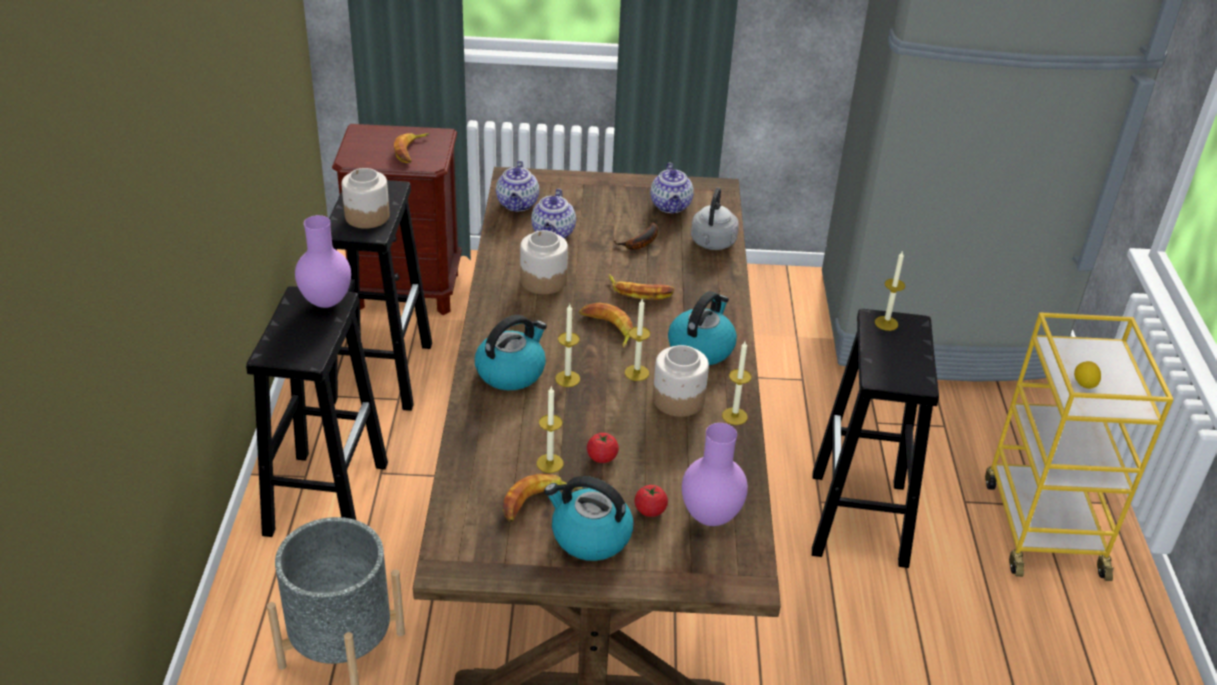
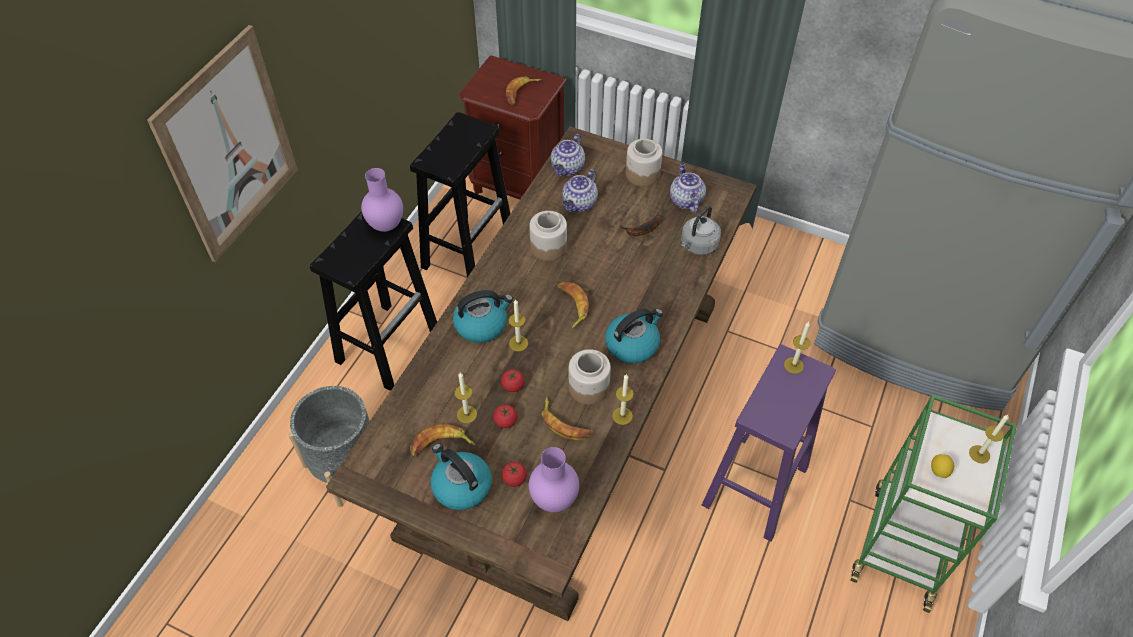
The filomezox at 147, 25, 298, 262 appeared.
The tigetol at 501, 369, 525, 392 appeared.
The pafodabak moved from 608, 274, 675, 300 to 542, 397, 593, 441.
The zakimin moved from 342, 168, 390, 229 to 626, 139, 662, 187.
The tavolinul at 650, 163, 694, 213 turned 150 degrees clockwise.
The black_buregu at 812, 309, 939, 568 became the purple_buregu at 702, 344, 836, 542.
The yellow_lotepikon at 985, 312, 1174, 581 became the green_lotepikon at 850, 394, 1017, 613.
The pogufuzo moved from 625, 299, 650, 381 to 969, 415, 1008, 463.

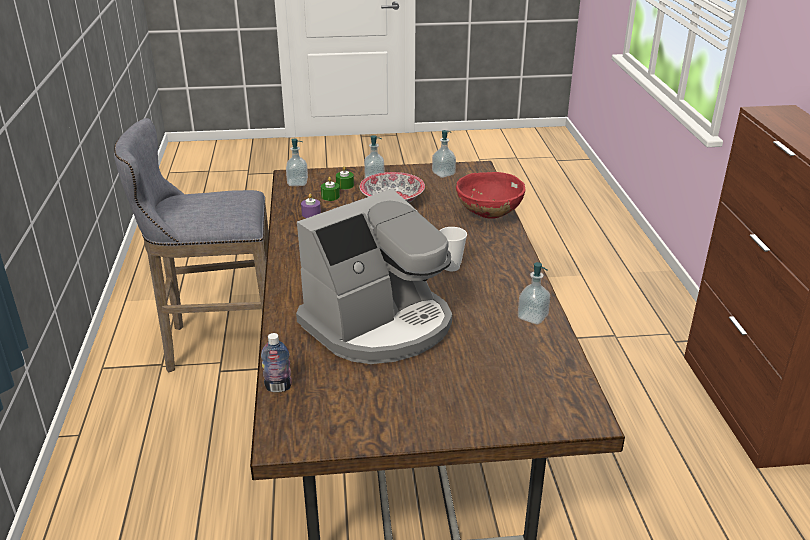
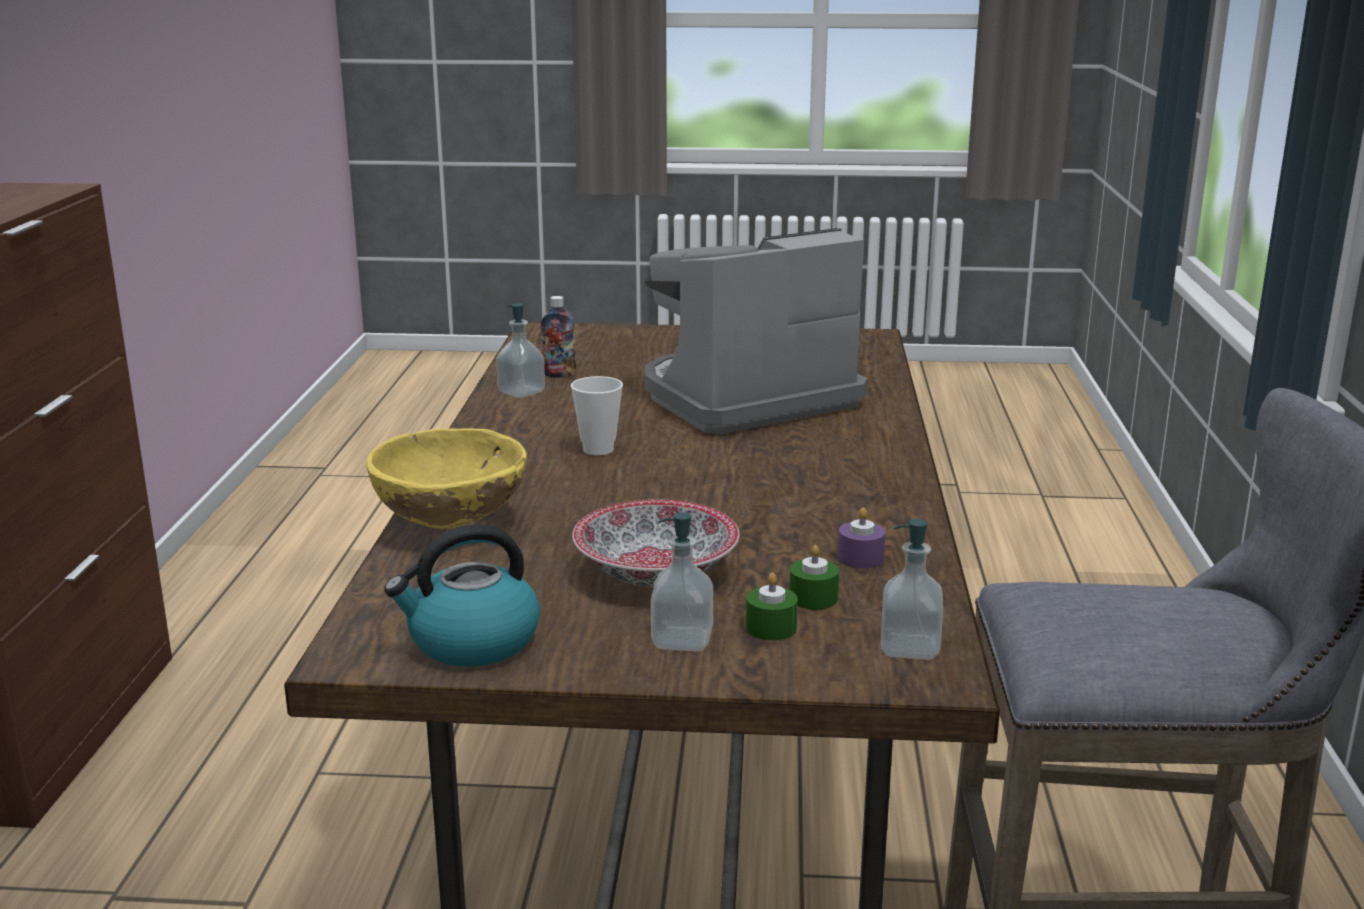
The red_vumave at 456, 172, 526, 219 became the yellow_vumave at 366, 428, 527, 529.
The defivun at 432, 130, 456, 178 was replaced by the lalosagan at 384, 524, 540, 666.
The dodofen moved from 261, 333, 292, 392 to 540, 296, 576, 378.

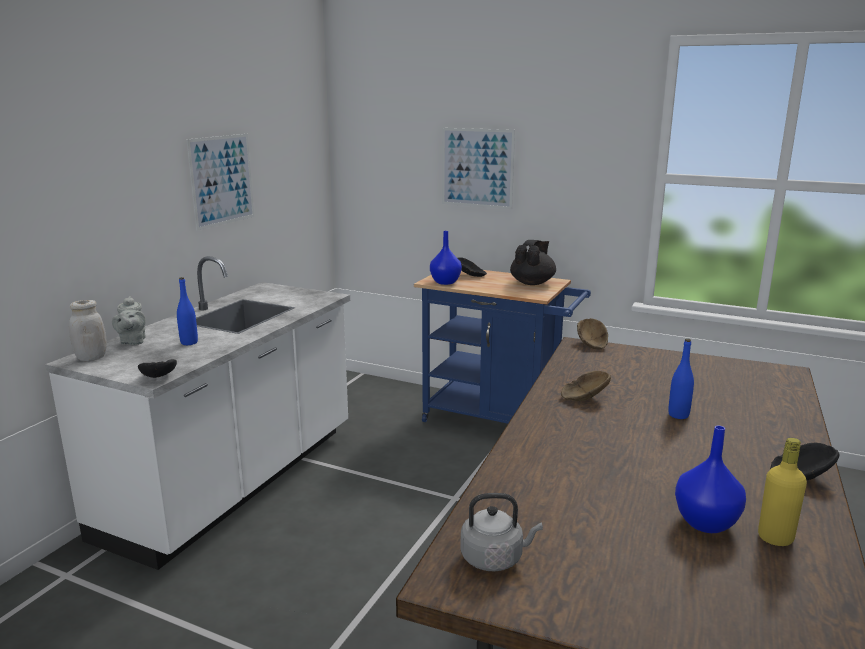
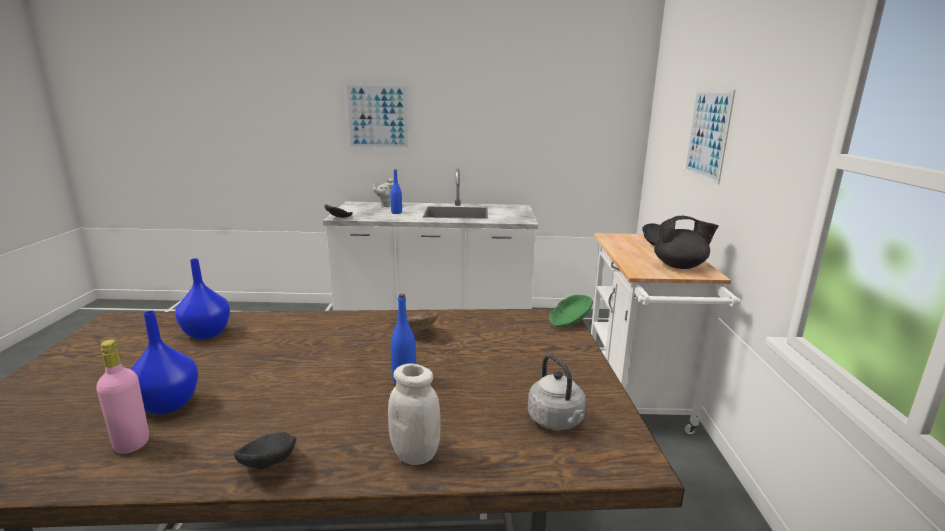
The yellow_dodofen at 758, 438, 807, 546 became the pink_dodofen at 96, 339, 149, 454.
The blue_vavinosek moved from 430, 231, 462, 285 to 175, 258, 230, 339.
The filomezox moved from 186, 134, 254, 231 to 345, 83, 410, 149.
The white_zakimin moved from 69, 300, 107, 361 to 388, 363, 440, 465.
The grey_lalosagan moved from 460, 493, 543, 572 to 528, 354, 586, 430.
The brown_vumave at 577, 318, 608, 349 became the green_vumave at 549, 295, 593, 327.
The blue_lotepikon at 414, 270, 591, 424 became the white_lotepikon at 591, 233, 740, 434.

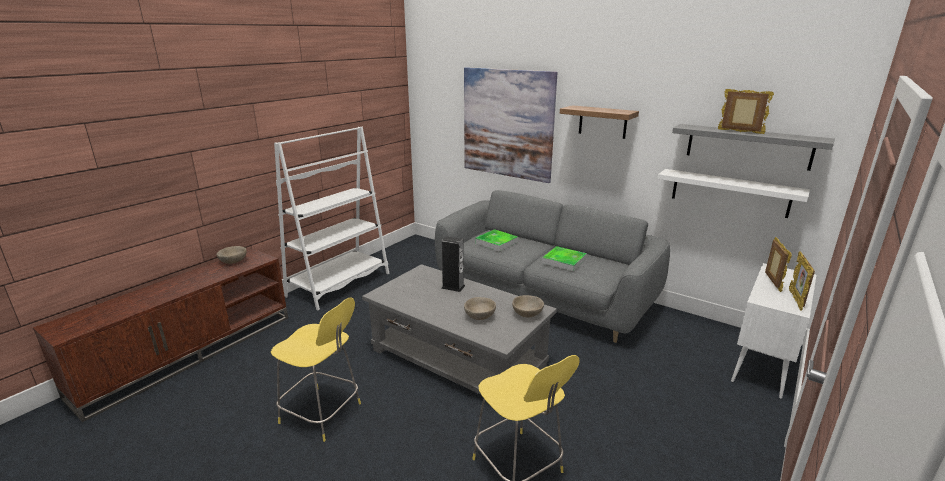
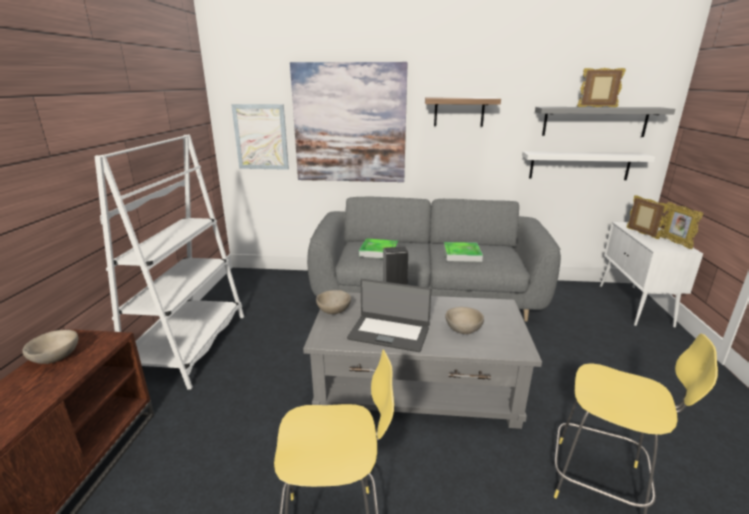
The filomezox at 231, 104, 289, 170 appeared.
The beige_vumave moved from 512, 295, 544, 317 to 316, 290, 351, 314.
The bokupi at 347, 279, 431, 352 appeared.

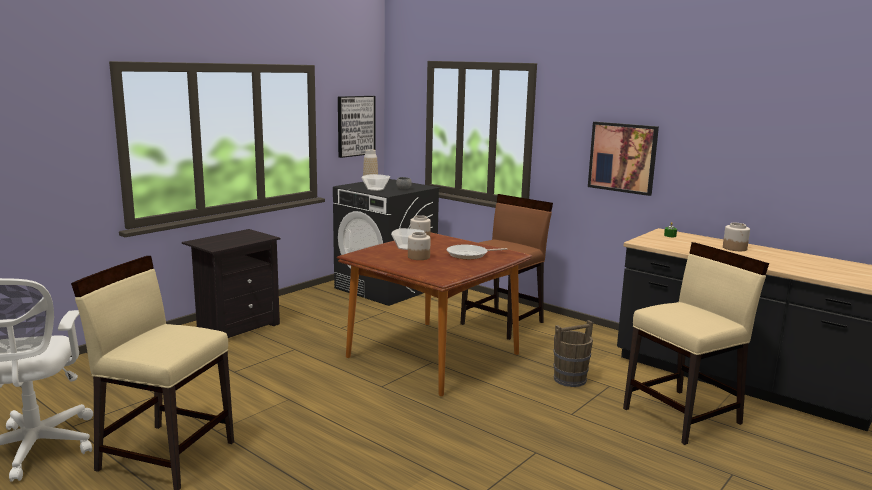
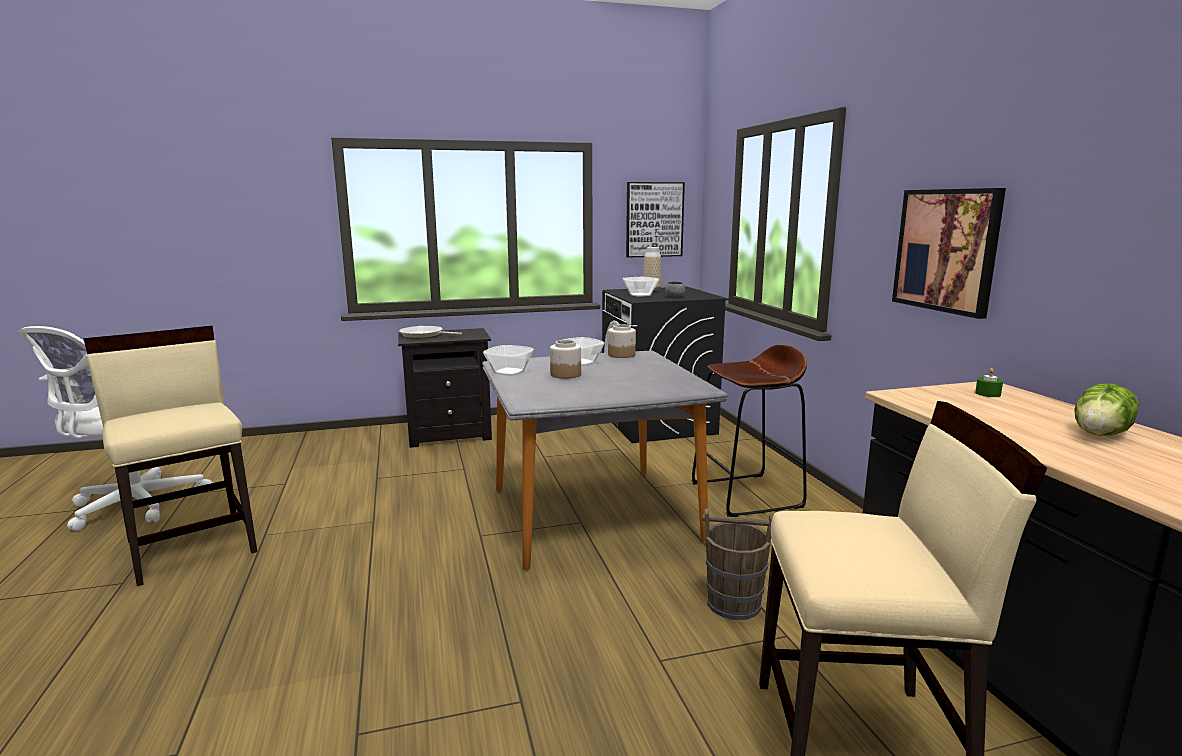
The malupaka moved from 447, 245, 507, 259 to 399, 326, 462, 338.
The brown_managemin at 337, 232, 532, 396 became the grey_managemin at 482, 350, 728, 570.
The vumave at 483, 345, 534, 376 appeared.
The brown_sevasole at 461, 194, 553, 340 was replaced by the brown_buregu at 691, 345, 807, 517.
The zakimin at 723, 223, 750, 251 was replaced by the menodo at 1074, 383, 1139, 436.

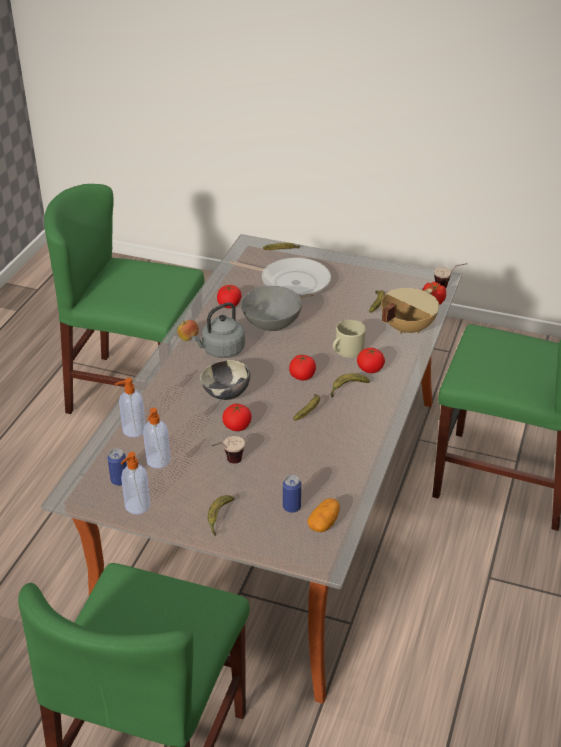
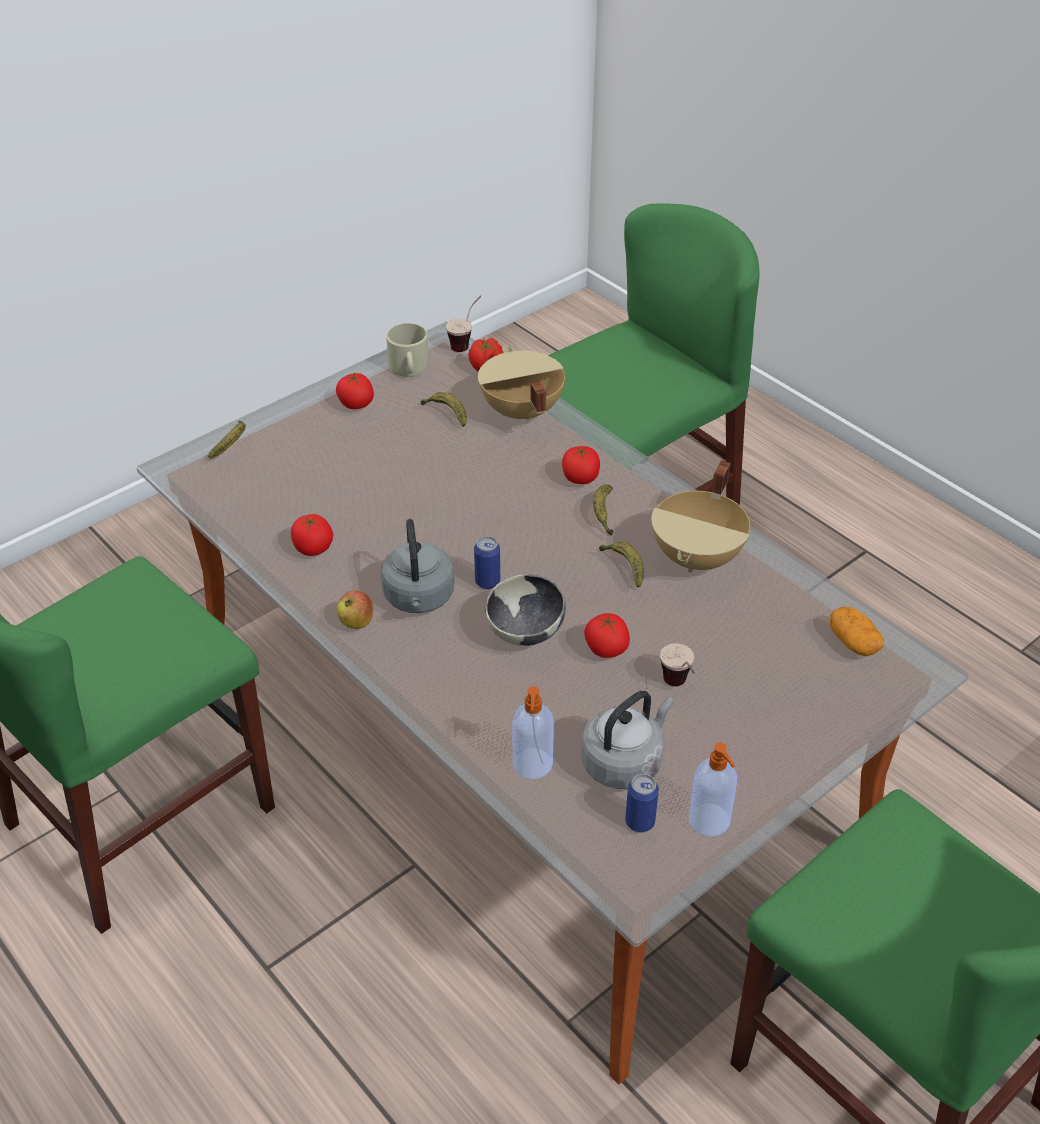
The tigetol moved from 289, 354, 316, 380 to 336, 373, 374, 409.
The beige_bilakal moved from 333, 320, 366, 358 to 386, 323, 429, 377.
The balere moved from 283, 475, 301, 513 to 474, 536, 500, 589.
The defivun at 143, 408, 170, 468 was replaced by the grey_lalosagan at 581, 691, 674, 789.
The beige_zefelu at 652, 460, 750, 573 appeared.
The pafodabak at 208, 495, 235, 536 disappeared.
The malupaka at 229, 257, 331, 298 disappeared.
The grey_vumave at 241, 286, 302, 331 disappeared.

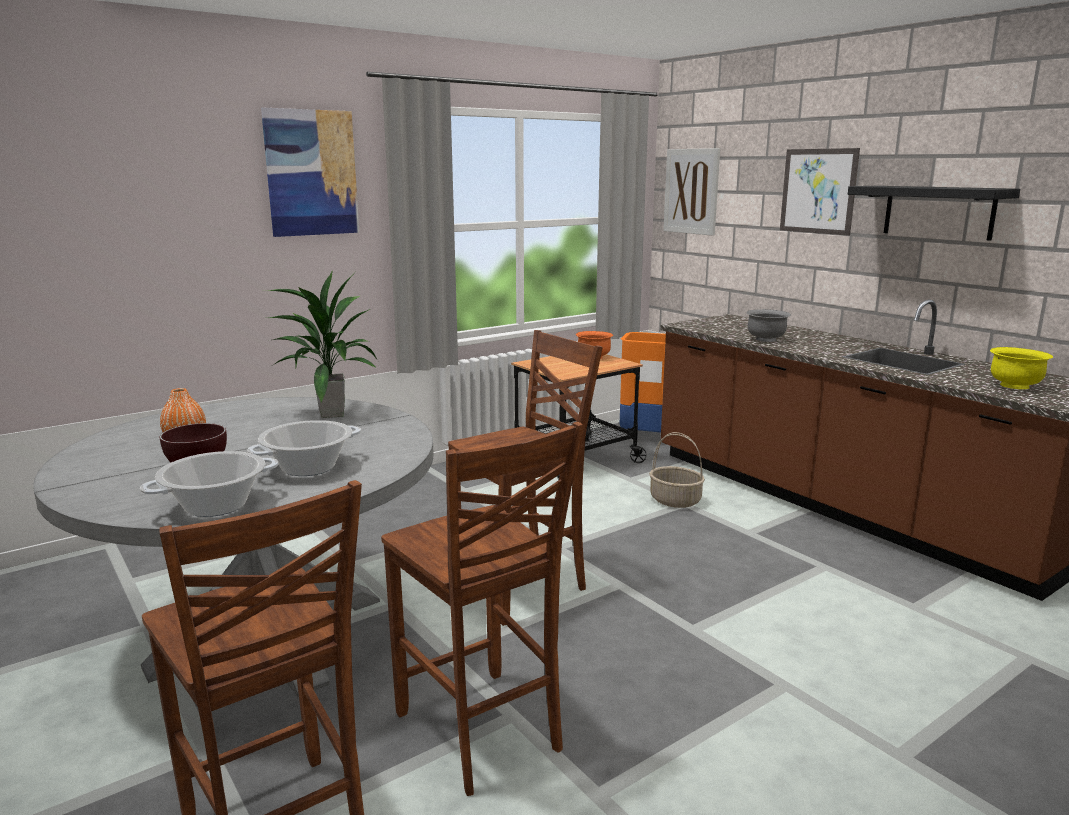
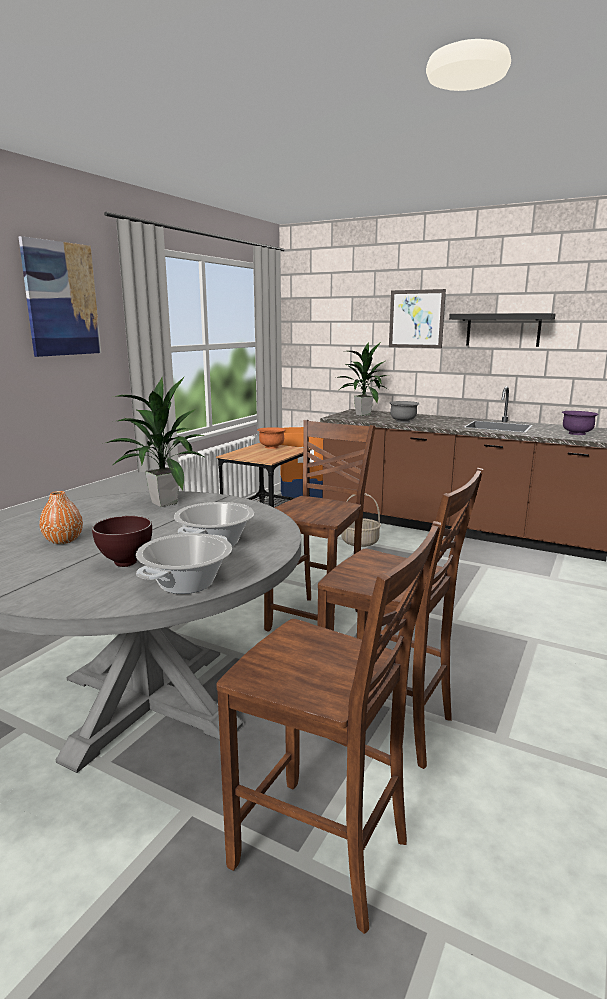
The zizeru at 337, 342, 389, 416 appeared.
The yellow_vumave at 990, 347, 1053, 389 became the purple_vumave at 562, 411, 598, 435.
The filomezox at 663, 148, 720, 236 disappeared.

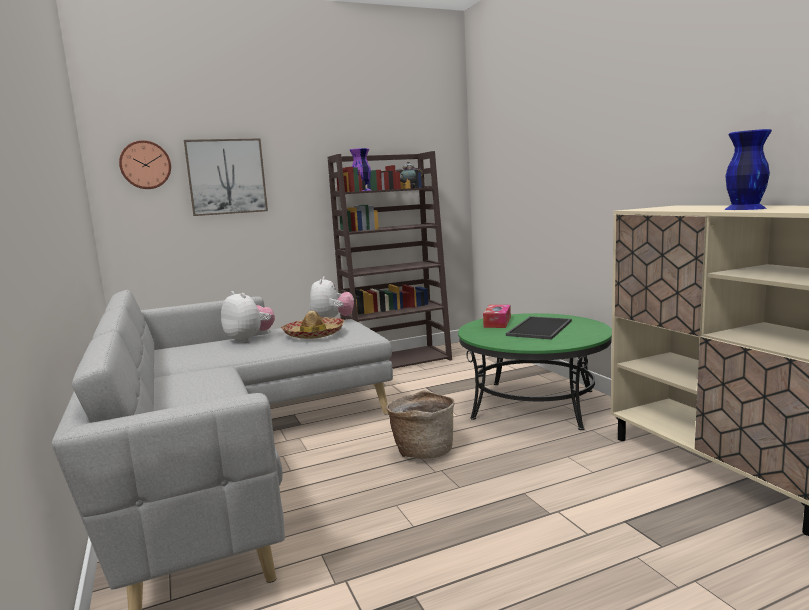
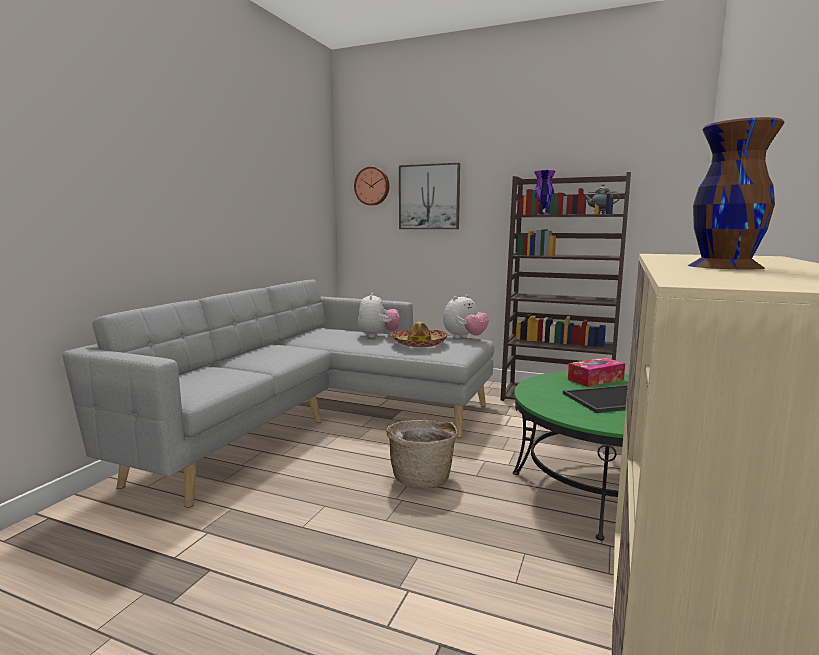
The blue_vavinosek at 724, 129, 772, 210 became the brown_vavinosek at 687, 117, 785, 269.

